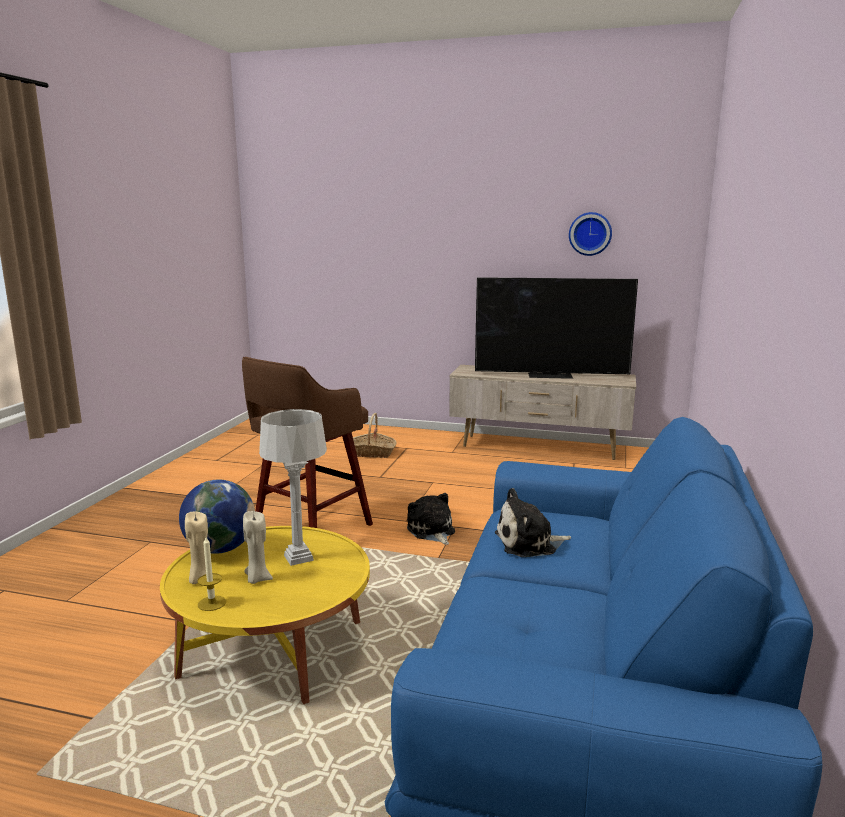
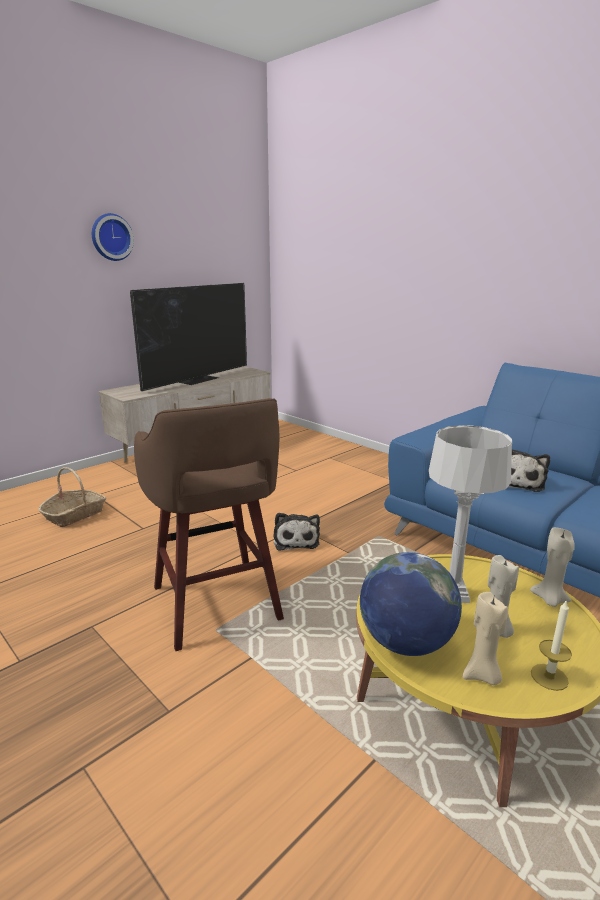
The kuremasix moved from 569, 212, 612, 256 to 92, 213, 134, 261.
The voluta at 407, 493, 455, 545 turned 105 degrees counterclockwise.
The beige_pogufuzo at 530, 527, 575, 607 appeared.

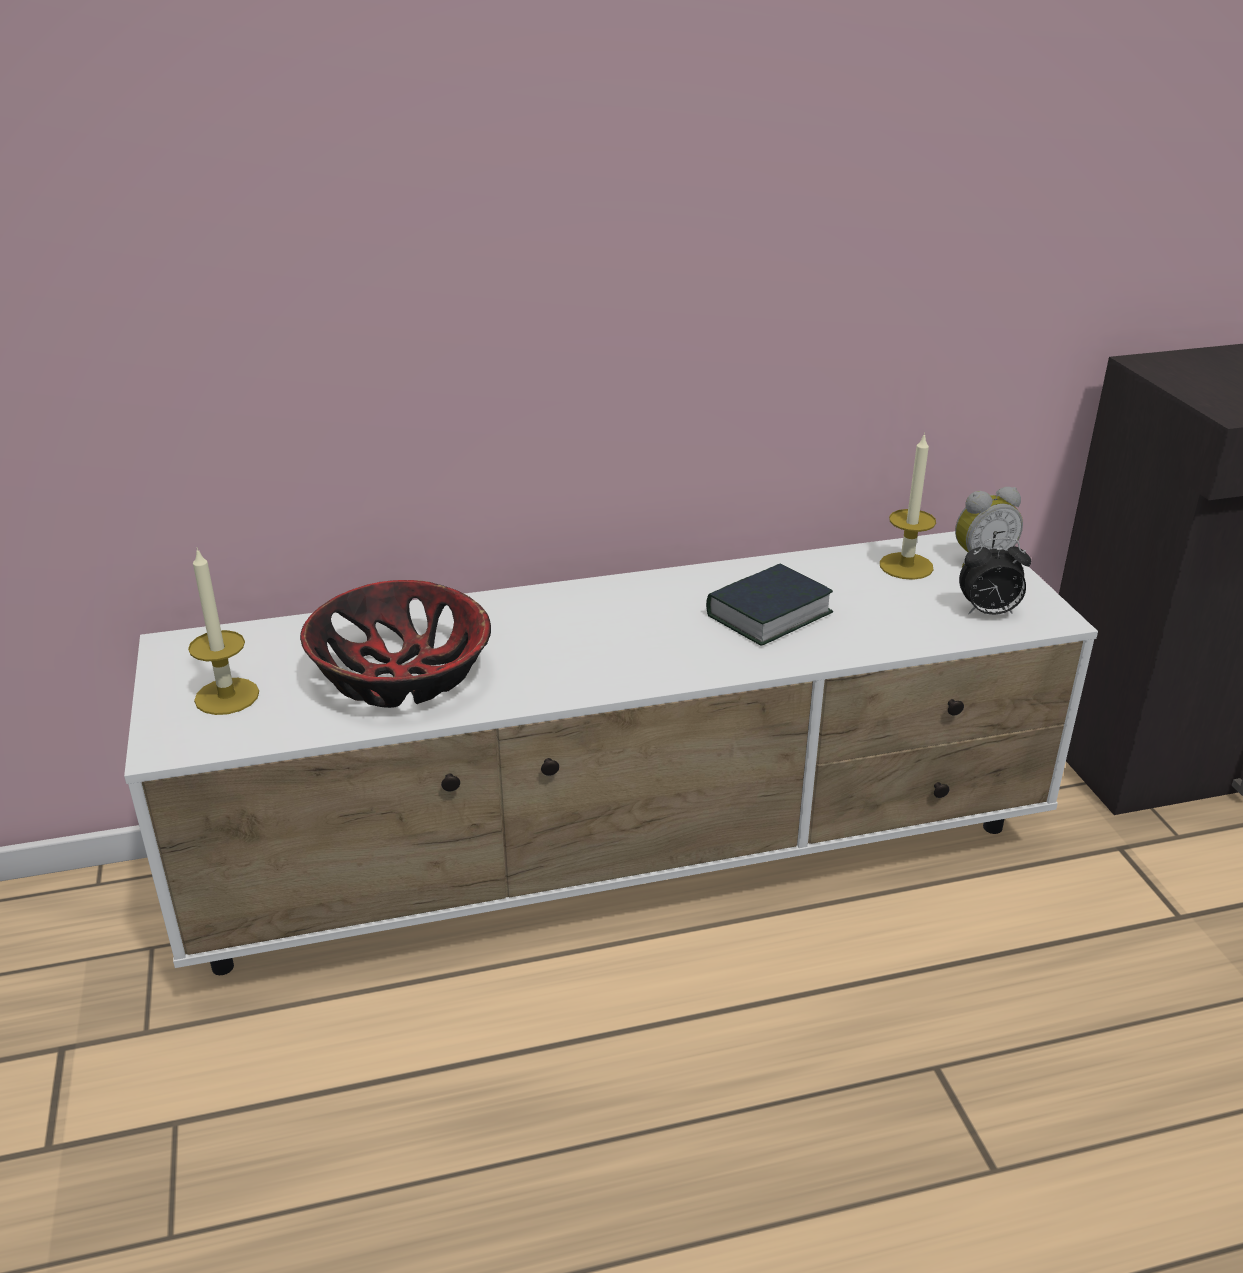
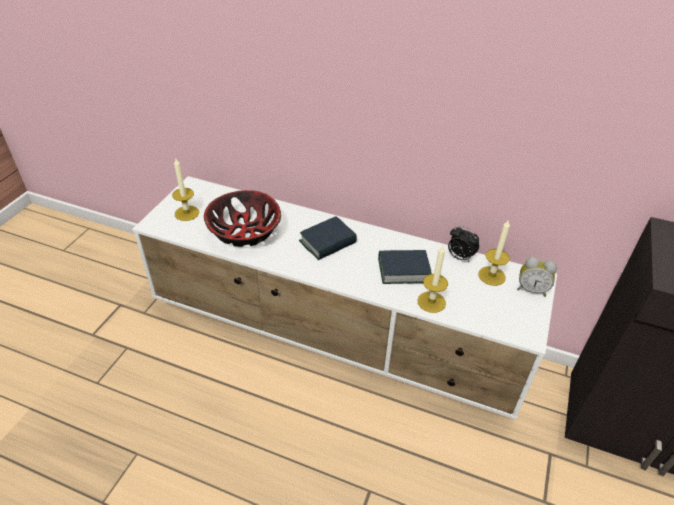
The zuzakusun at 299, 216, 357, 260 appeared.
The pogufuzo at 417, 246, 448, 313 appeared.
The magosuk moved from 959, 538, 1031, 615 to 448, 226, 479, 262.

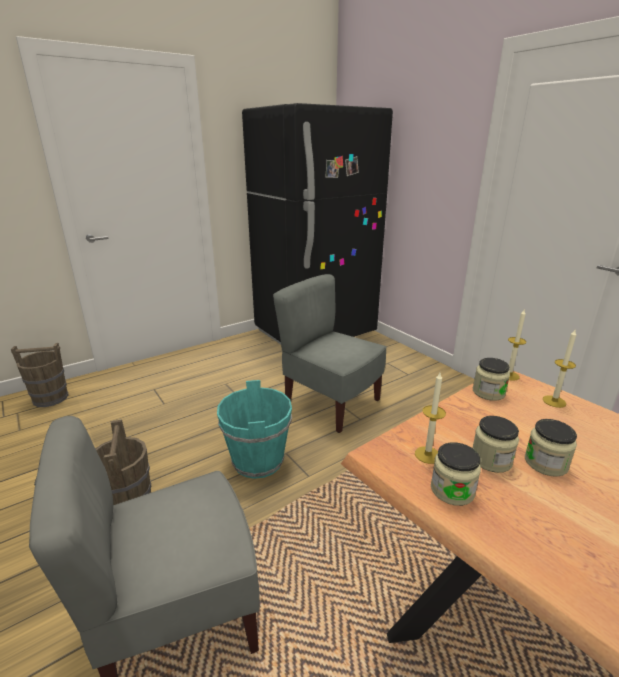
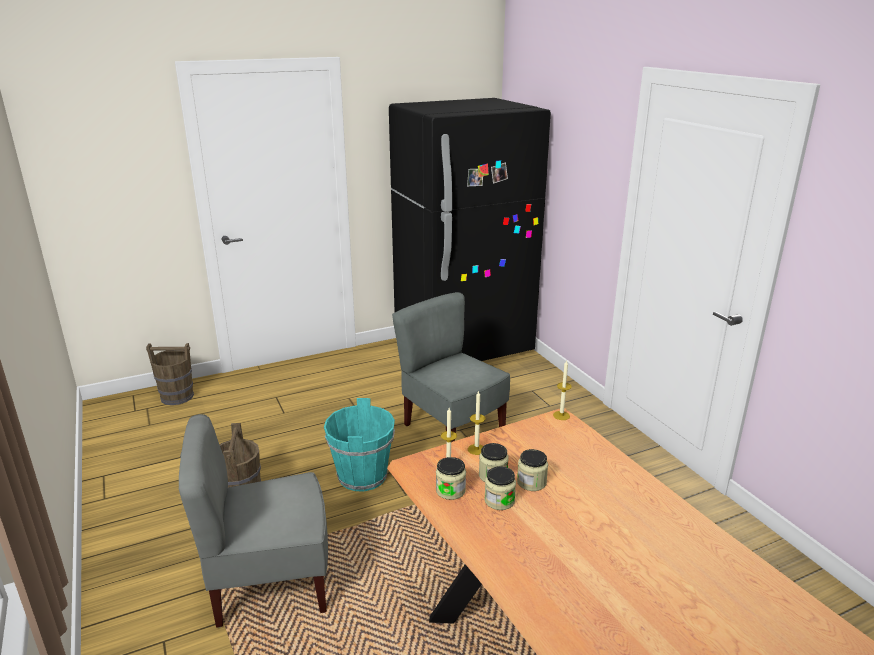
The pogufuzo moved from 543, 330, 577, 408 to 468, 390, 485, 455.
The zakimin moved from 473, 358, 510, 401 to 484, 466, 516, 510.

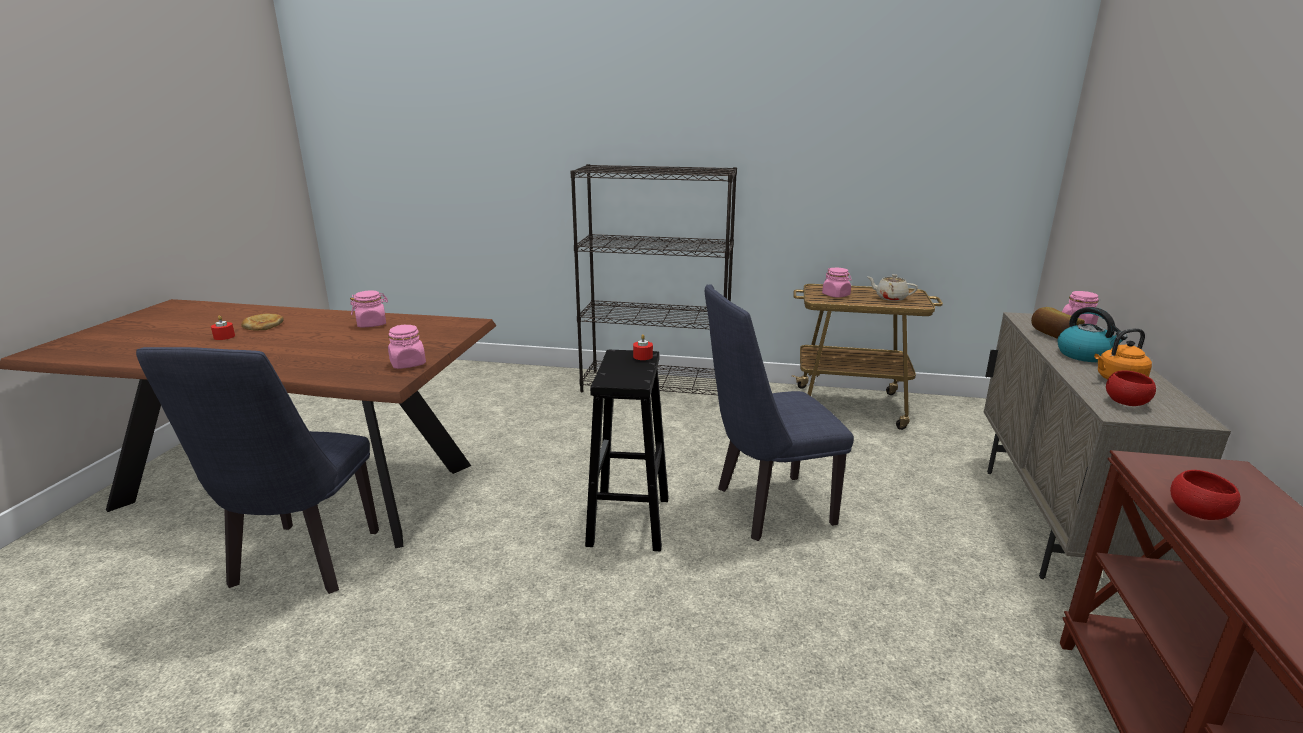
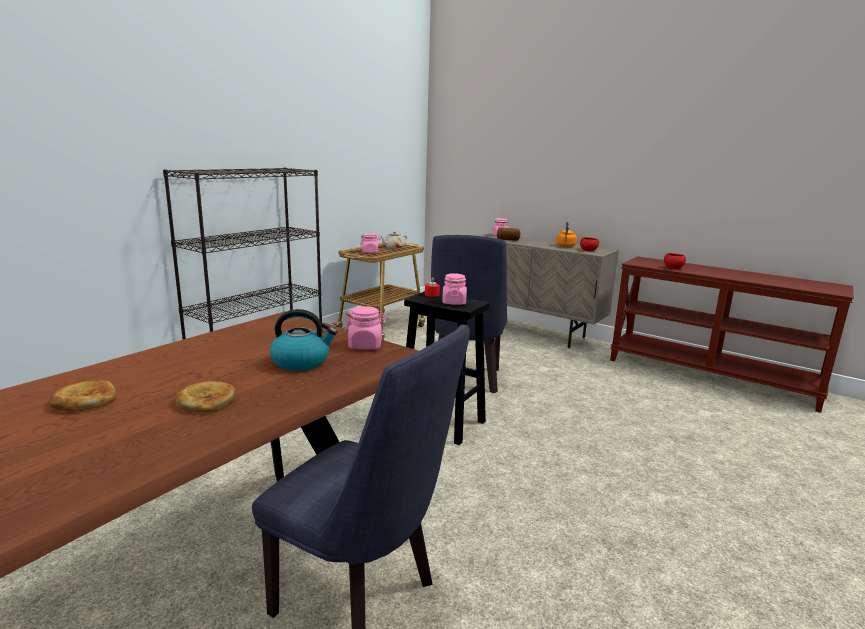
The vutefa at 175, 381, 235, 413 appeared.
The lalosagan moved from 1057, 307, 1127, 362 to 270, 309, 337, 371.
The pink_zakimin moved from 350, 290, 388, 327 to 442, 273, 467, 305.
The red_pogufuzo at 211, 315, 235, 340 disappeared.

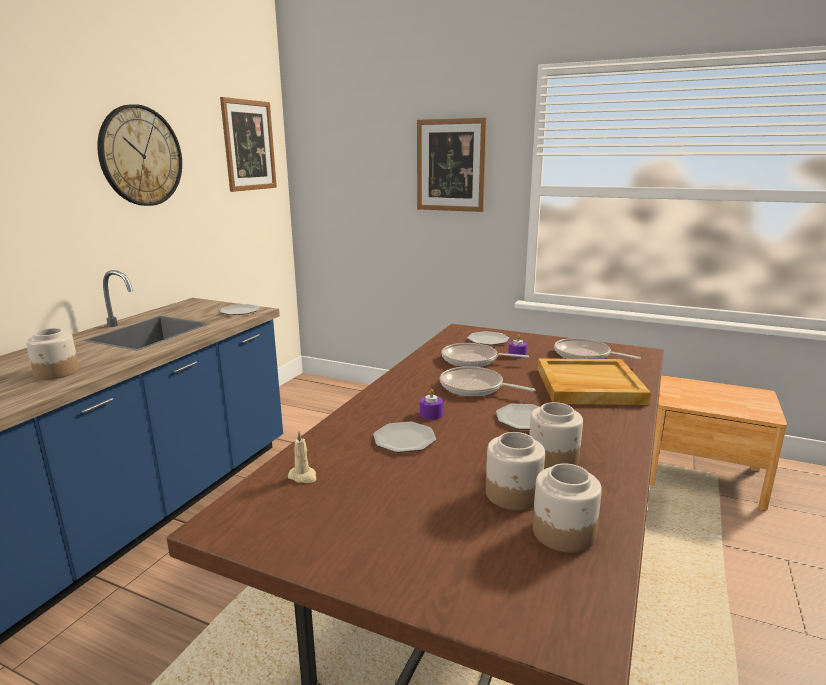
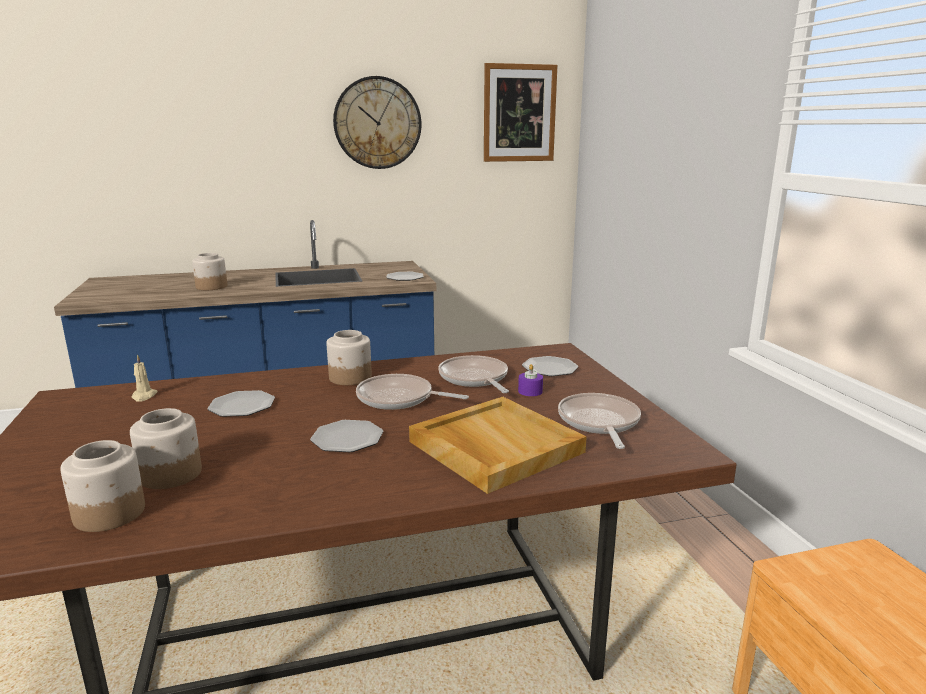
The zakimin moved from 529, 402, 583, 469 to 327, 330, 372, 385.
The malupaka at 440, 366, 535, 396 turned 60 degrees counterclockwise.
The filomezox at 417, 118, 487, 212 disappeared.
The purple_pogufuzo at 420, 389, 443, 420 disappeared.

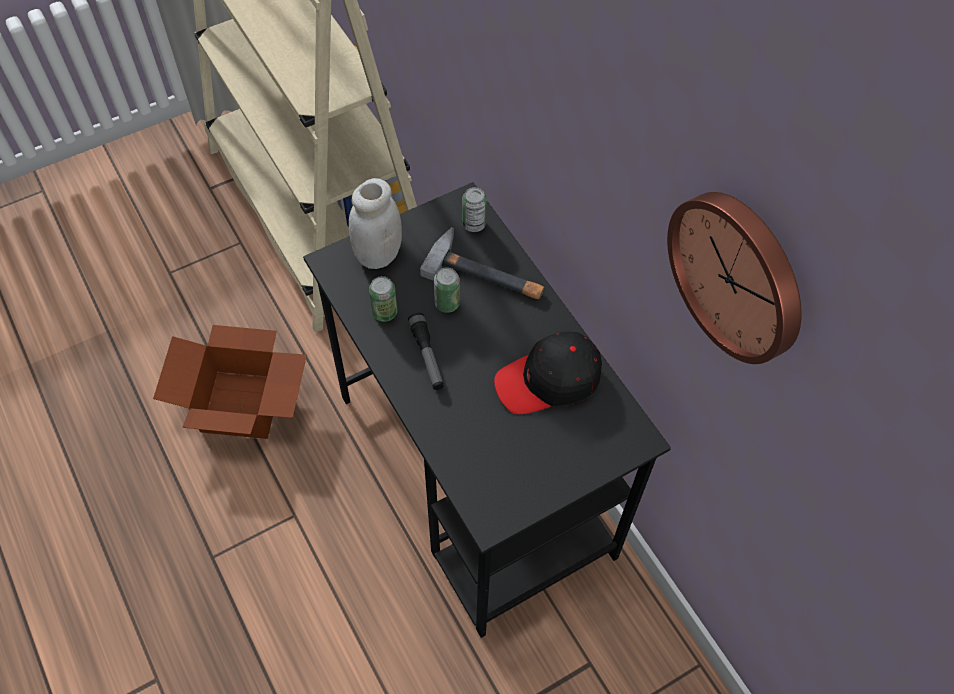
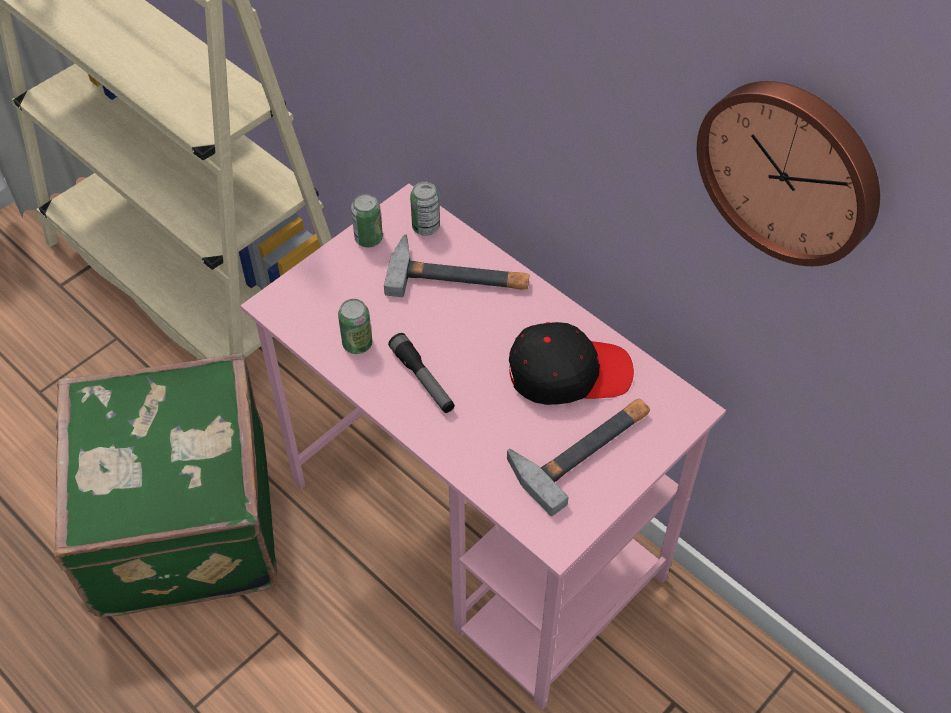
The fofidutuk at 153, 325, 307, 439 was replaced by the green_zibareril at 54, 353, 277, 617.
The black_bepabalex at 303, 182, 671, 638 became the pink_bepabalex at 241, 184, 726, 710.
The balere moved from 434, 267, 460, 313 to 351, 193, 383, 247.
The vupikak at 507, 398, 650, 517 appeared.
The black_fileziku at 494, 331, 602, 414 turned 150 degrees counterclockwise.
The white_zakimin at 349, 178, 402, 269 disappeared.

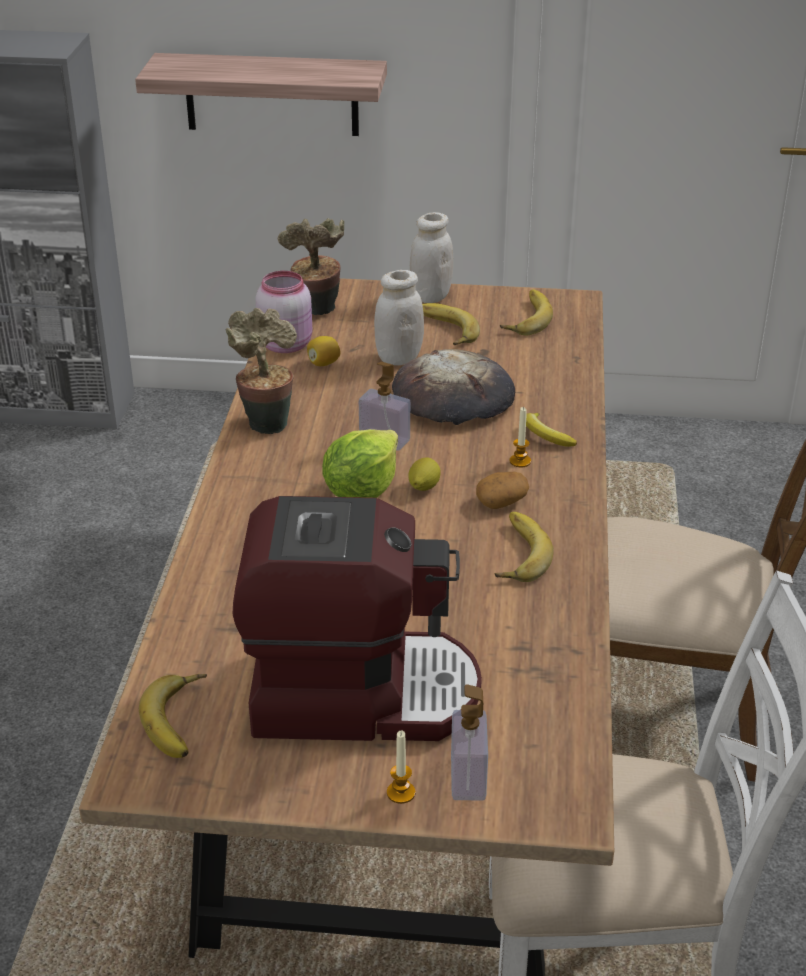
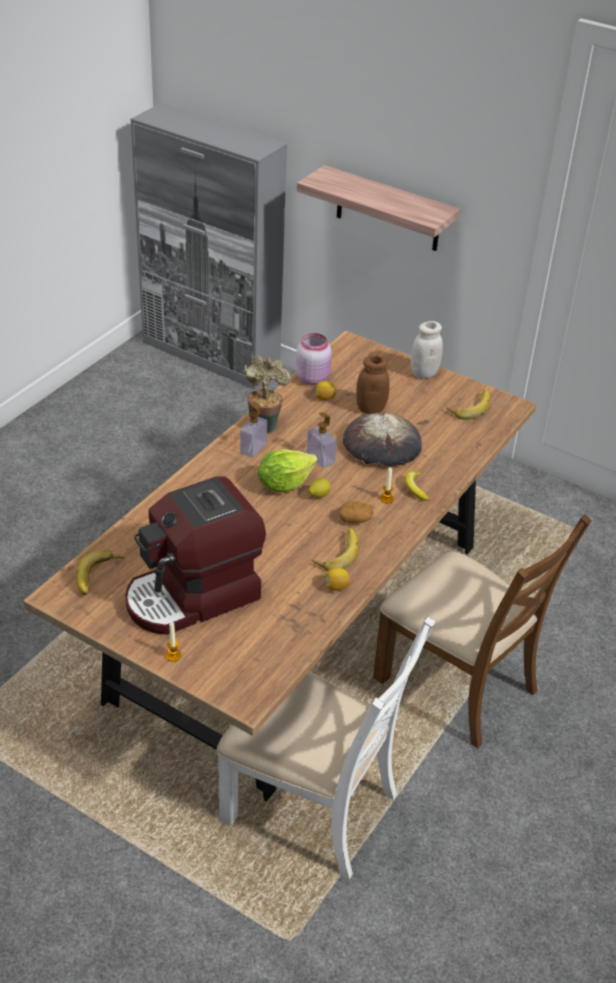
The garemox at 233, 496, 482, 741 turned 120 degrees clockwise.
The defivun moved from 451, 684, 488, 801 to 240, 401, 267, 458.
The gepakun at 326, 568, 350, 591 appeared.
The white_zakimin at 374, 270, 424, 365 became the brown_zakimin at 356, 356, 390, 414.
The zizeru at 278, 218, 344, 315 disappeared.
The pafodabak at 422, 303, 480, 345 disappeared.

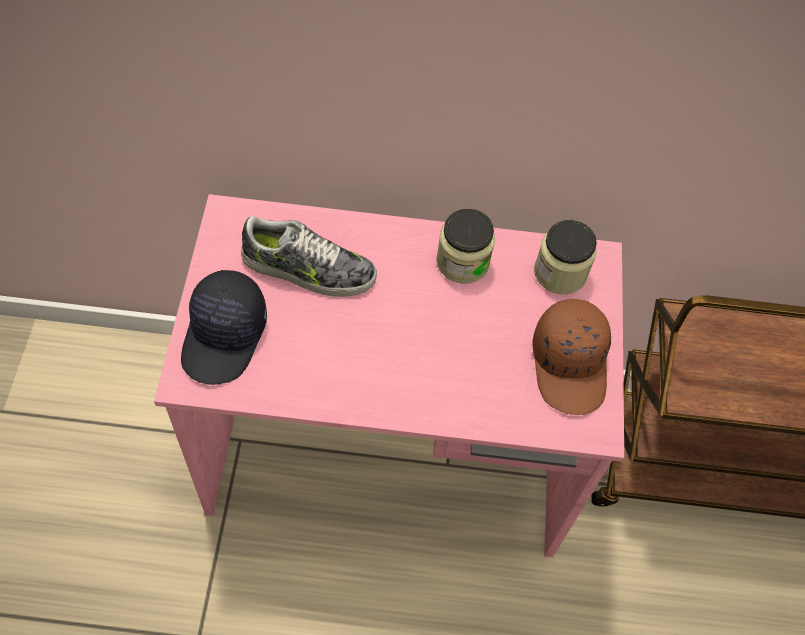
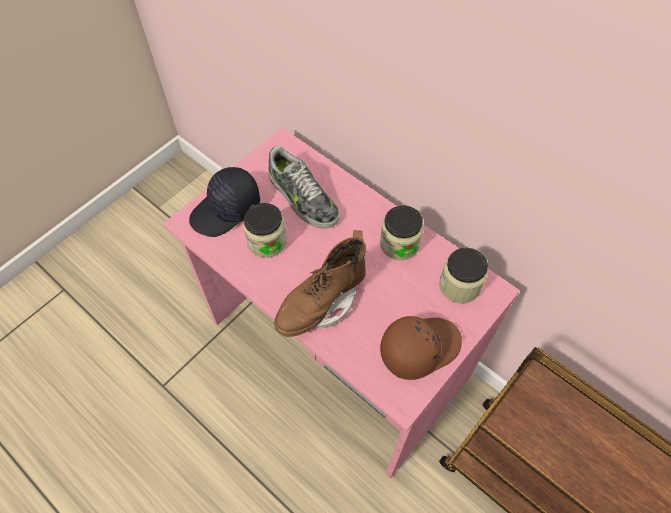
The zakimin at 243, 203, 287, 258 appeared.
The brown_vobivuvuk at 274, 230, 366, 337 appeared.
The brown_fileziku at 533, 299, 611, 415 turned 150 degrees counterclockwise.

